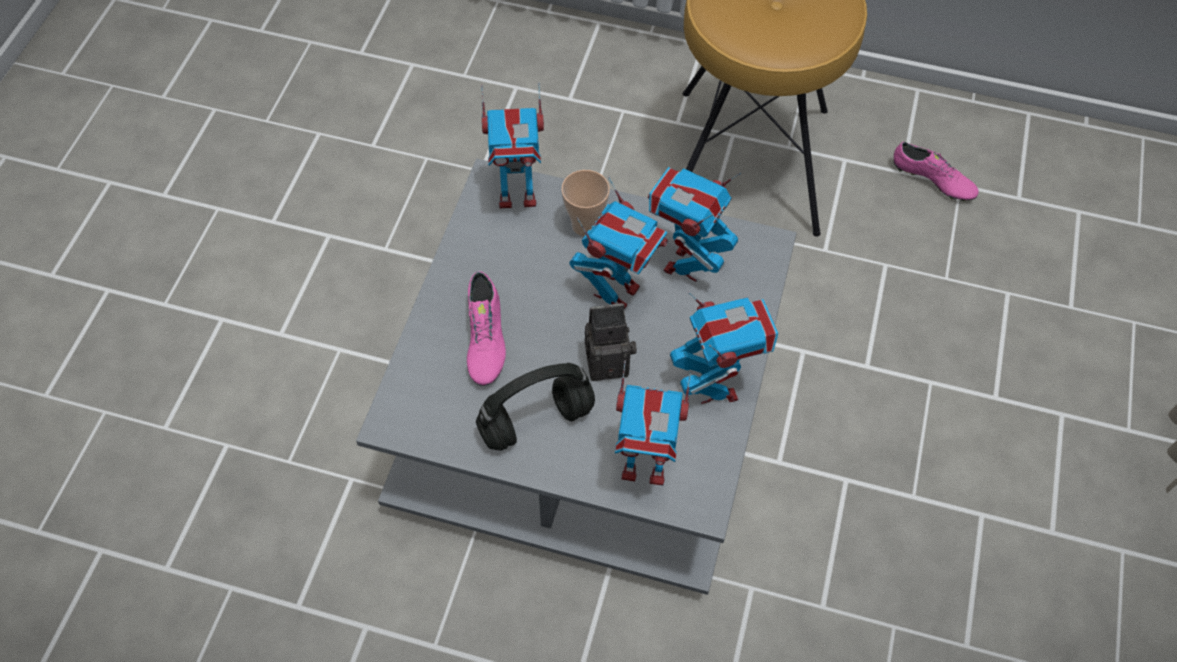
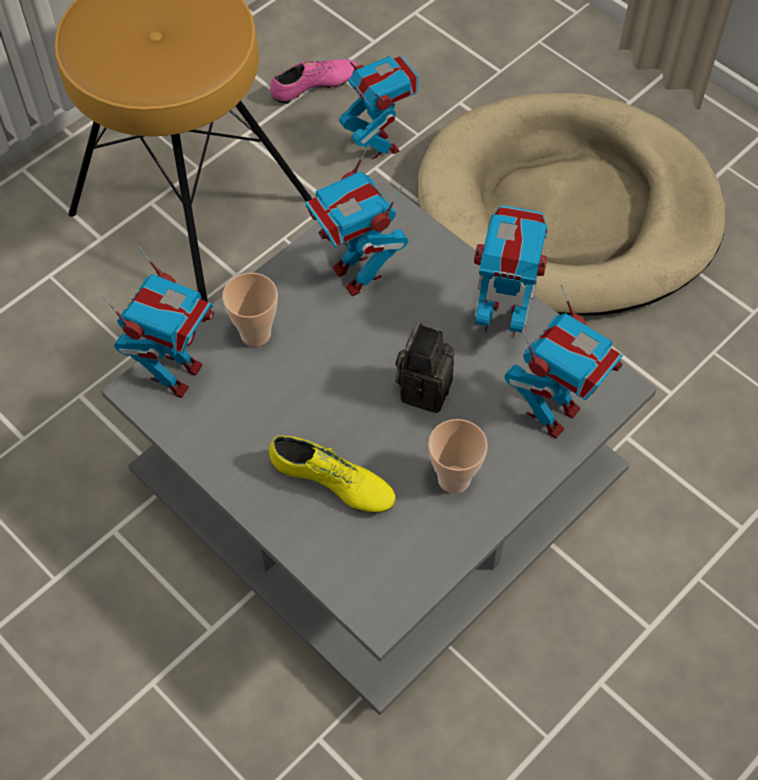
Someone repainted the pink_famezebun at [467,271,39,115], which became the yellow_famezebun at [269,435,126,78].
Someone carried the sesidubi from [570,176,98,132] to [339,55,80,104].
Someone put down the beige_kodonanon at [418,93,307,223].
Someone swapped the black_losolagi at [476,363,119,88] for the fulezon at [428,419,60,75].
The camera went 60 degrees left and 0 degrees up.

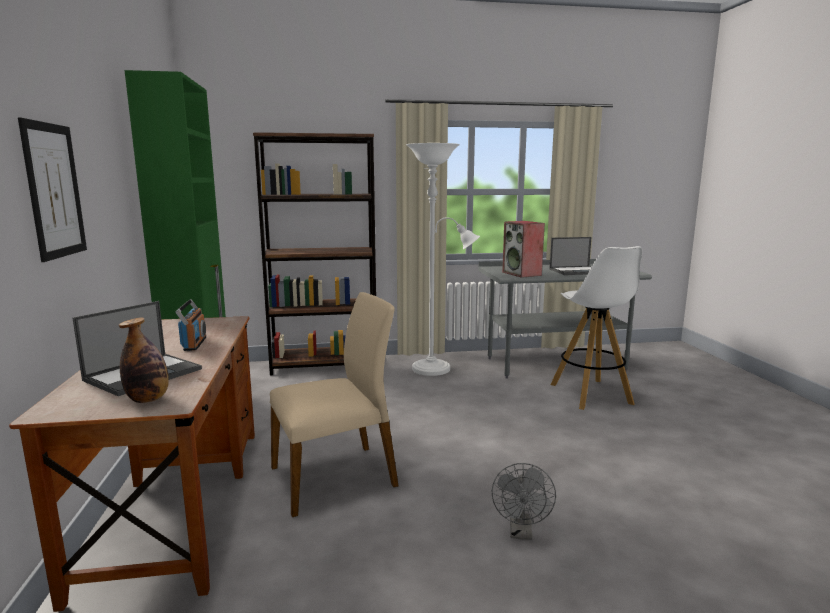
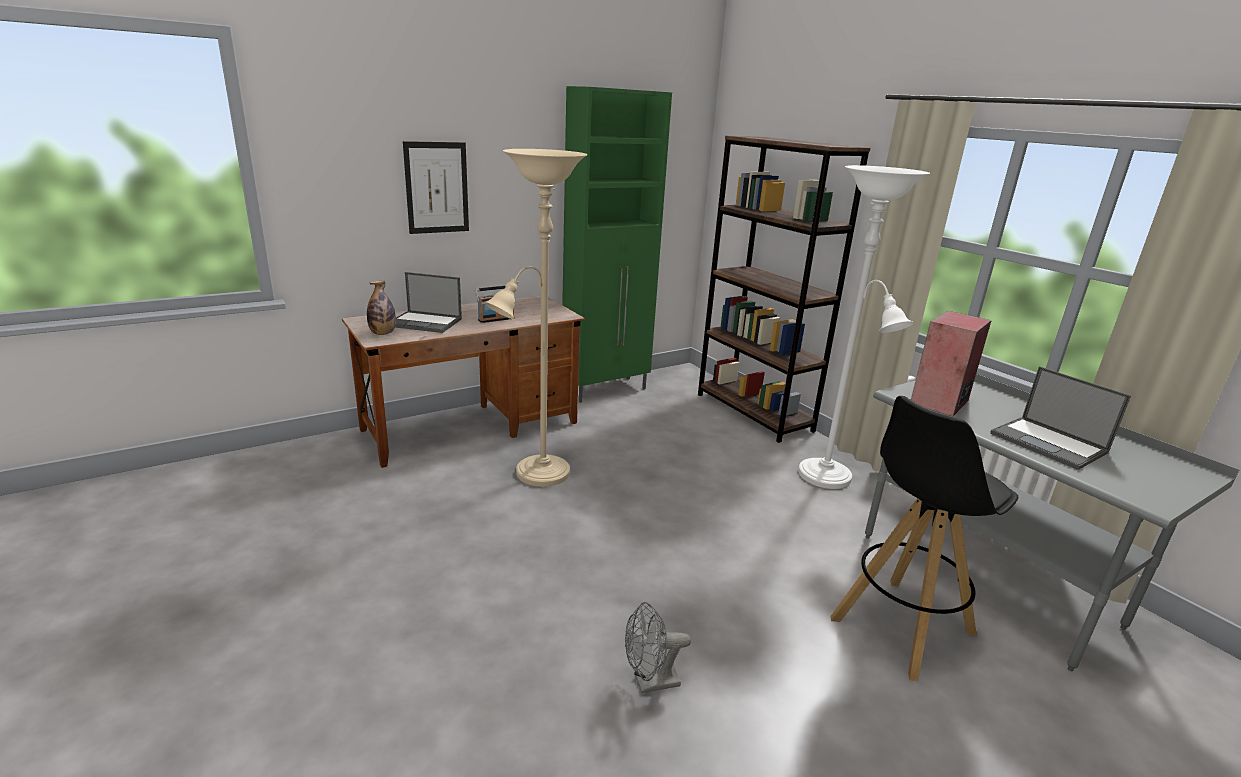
Someone swapped the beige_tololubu at [270,292,129,225] for the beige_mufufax at [484,149,104,338].
Someone carried the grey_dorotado from [492,463,64,77] to [625,602,66,91].
Someone repainted the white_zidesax at [550,246,92,164], which became the black_zidesax at [830,396,188,285].
The camera went 65 degrees right and 10 degrees up.

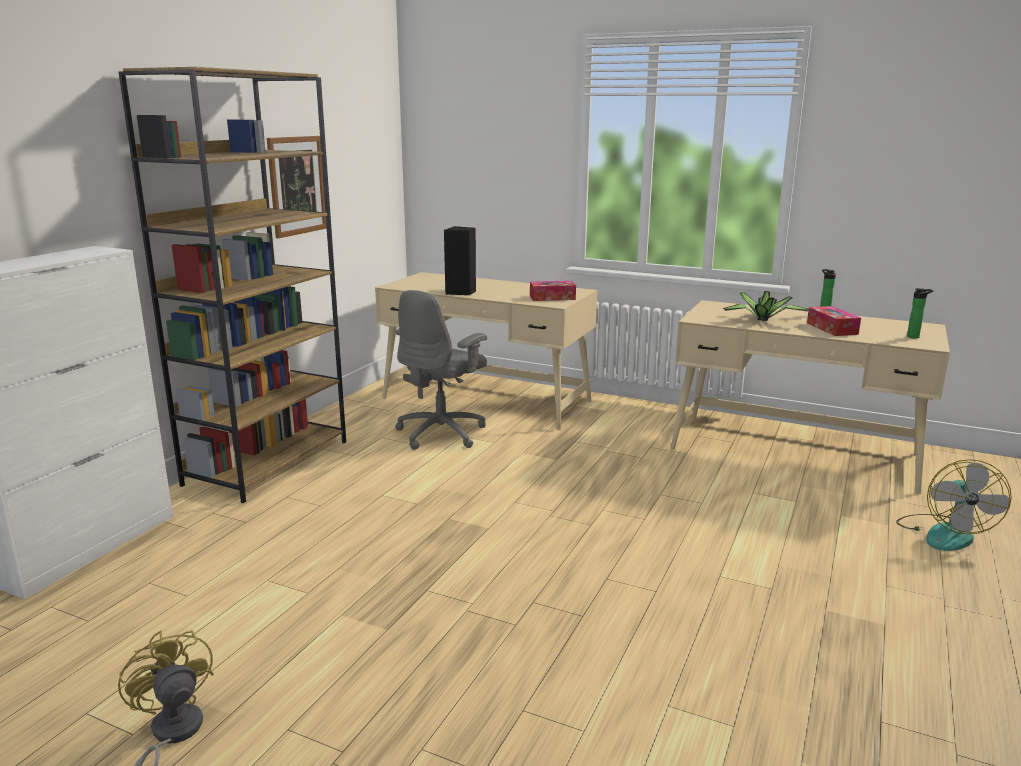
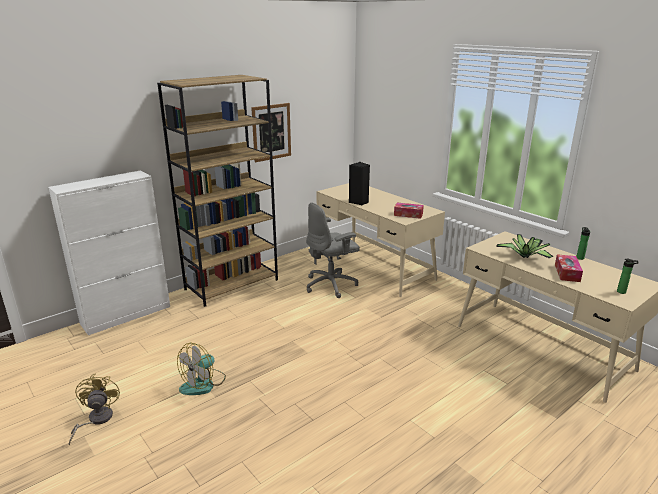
Someone carried the dorotado from [896,459,116,92] to [177,343,49,52].
The camera went 25 degrees right and 5 degrees up.

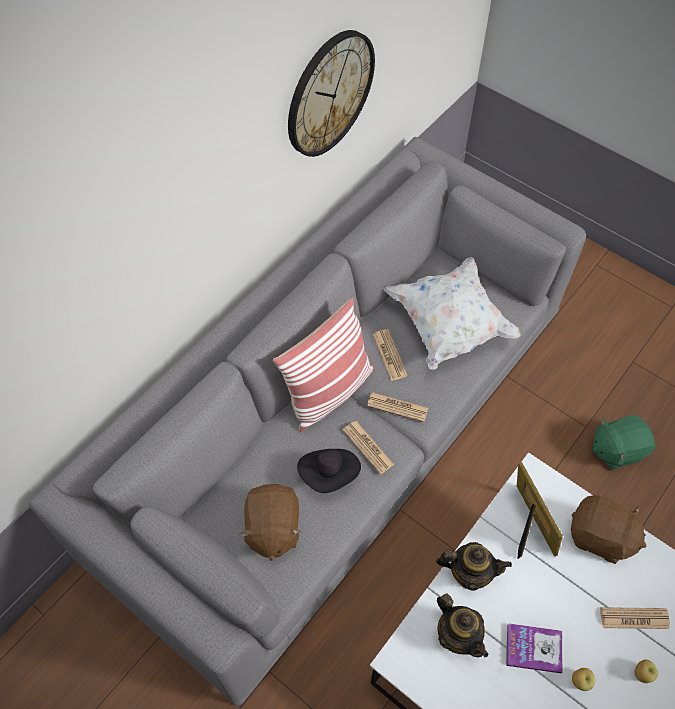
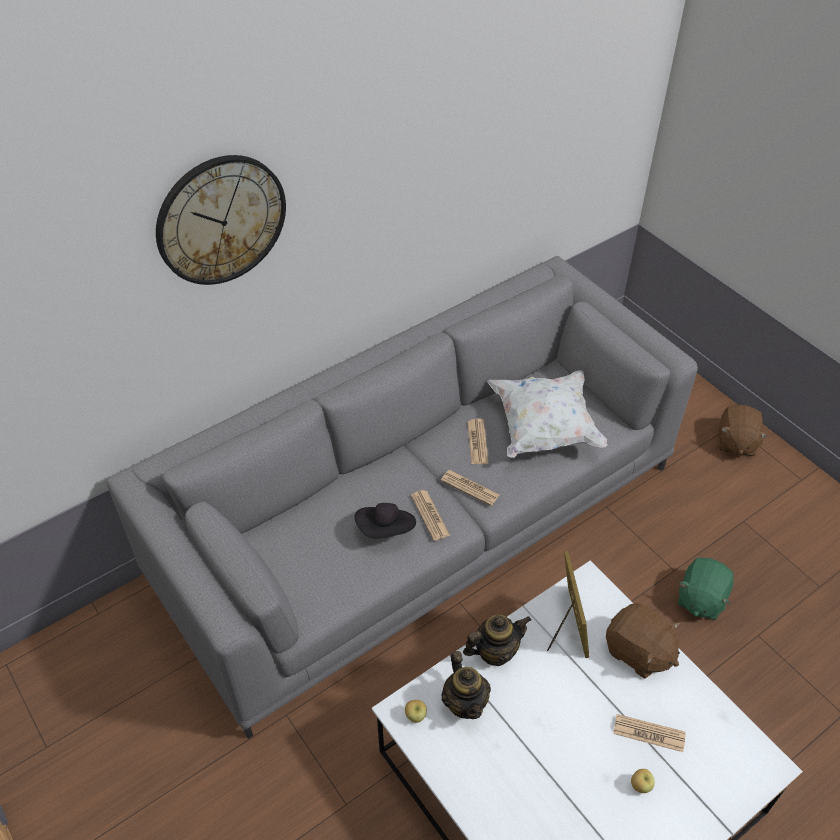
Someone carried the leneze from [288,30,87,127] to [156,155,130,130].
Someone carried the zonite from [572,668,23,23] to [405,700,22,23].
Someone rotated the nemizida at [436,542,76,49] by 45 degrees counterclockwise.
Someone rotated the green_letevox at [592,415,63,55] by 60 degrees counterclockwise.
Someone carried the brown_letevox from [240,484,61,77] to [719,405,49,51].
Someone took away the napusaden at [273,298,101,134].
Someone took away the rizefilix at [506,623,56,50].
The camera went 15 degrees right and 10 degrees down.

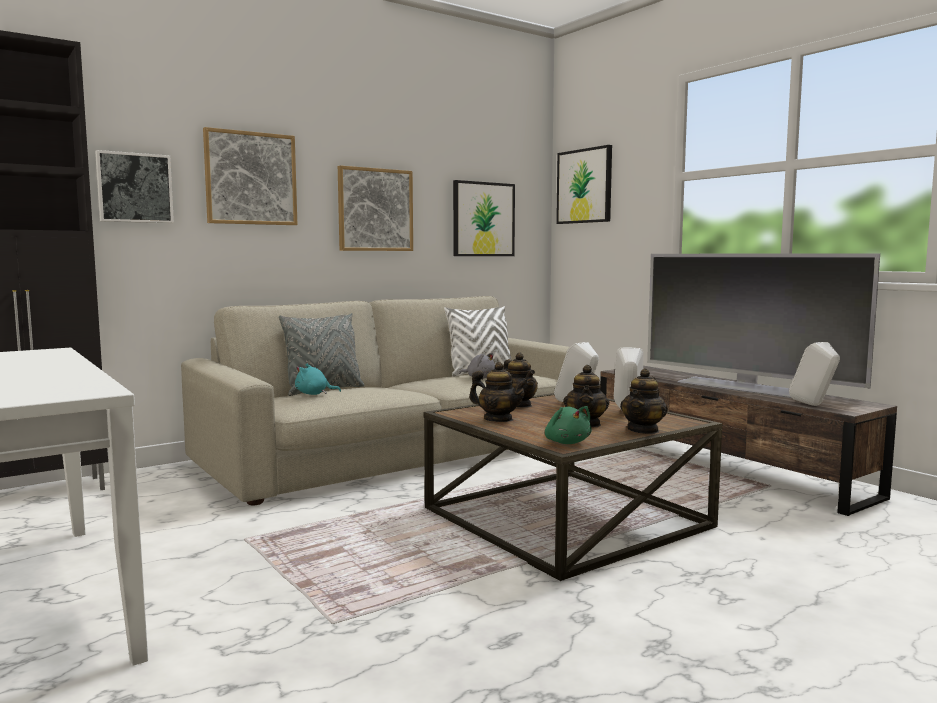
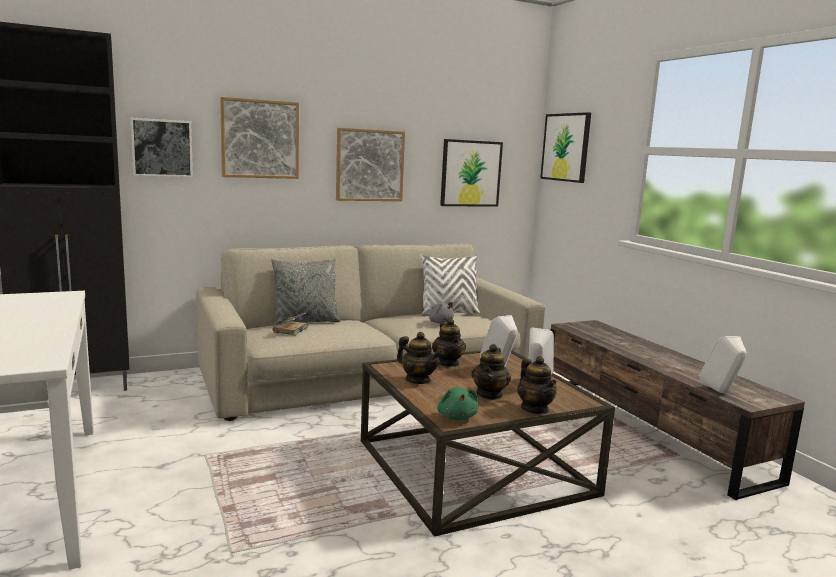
Someone swapped the turquoise_letevox at [295,364,46,31] for the rizefilix at [272,312,36,23].
Someone rotated the nemizida at [620,368,48,66] by 60 degrees counterclockwise.
Someone took away the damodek at [647,253,233,145].
The camera went 10 degrees right and 5 degrees up.

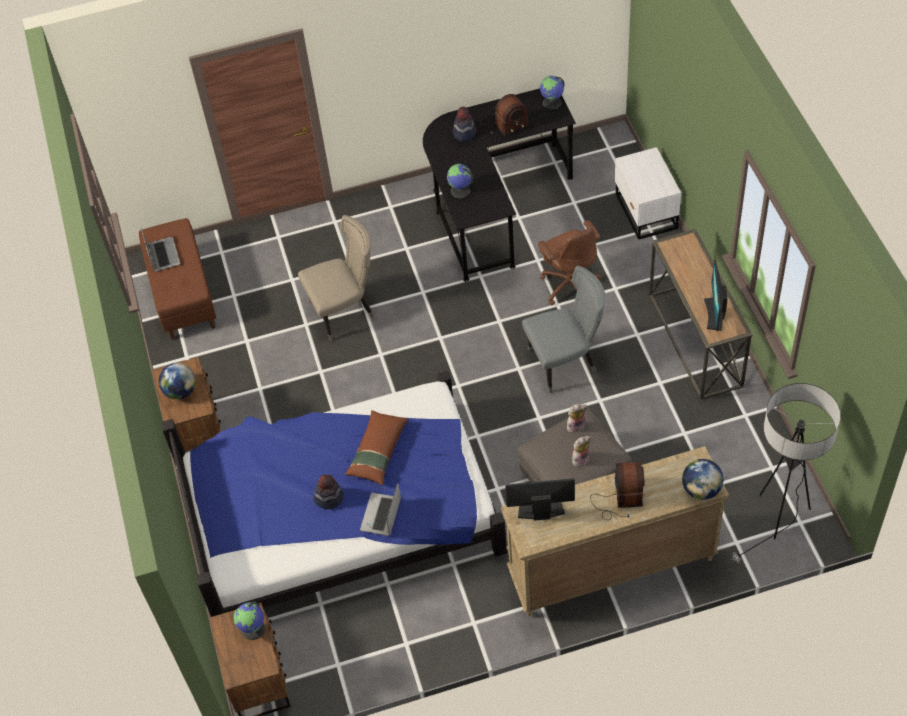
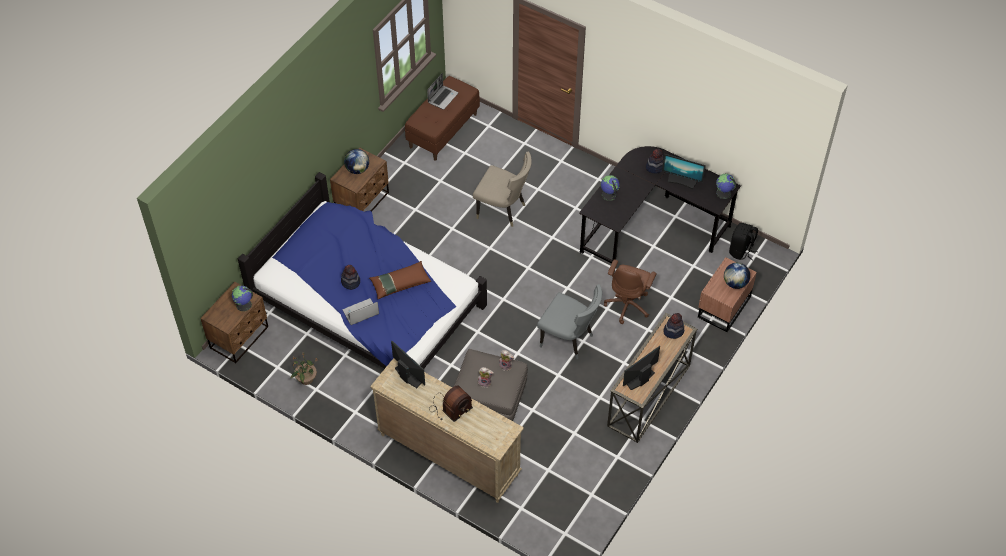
Someone put down the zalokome at [290,353,28,32].
Someone swapped the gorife at [480,94,49,43] for the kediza at [662,154,44,35].
Someone put down the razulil at [663,313,21,26].
Someone repainted the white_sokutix at [615,147,66,93], which became the brown_sokutix at [698,257,59,75].
Someone carried the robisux from [682,459,41,41] to [724,263,26,26].
Someone put down the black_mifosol at [729,223,29,38].
Someone took away the mufufax at [731,383,110,180].
The camera went 45 degrees right and 0 degrees up.

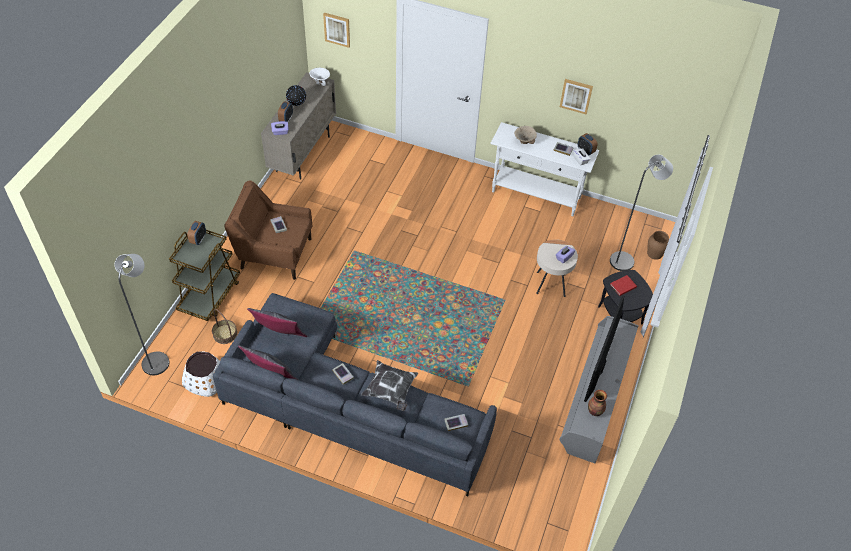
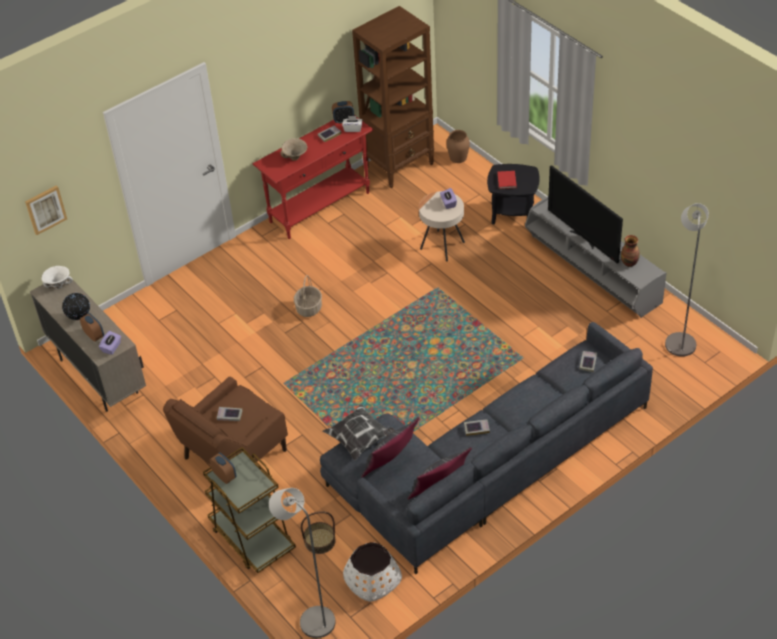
Someone repainted the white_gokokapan at [490,122,109,94], which became the red_gokokapan at [253,115,120,124].
Someone put down the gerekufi at [294,275,28,42].
Someone carried the napusaden from [361,360,57,51] to [323,404,73,57].
Someone put down the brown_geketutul at [352,6,82,182].
Someone carried the grey_mufufax from [610,155,63,116] to [665,203,44,154].
Someone took away the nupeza at [560,79,33,35].
The camera went 55 degrees left and 5 degrees down.

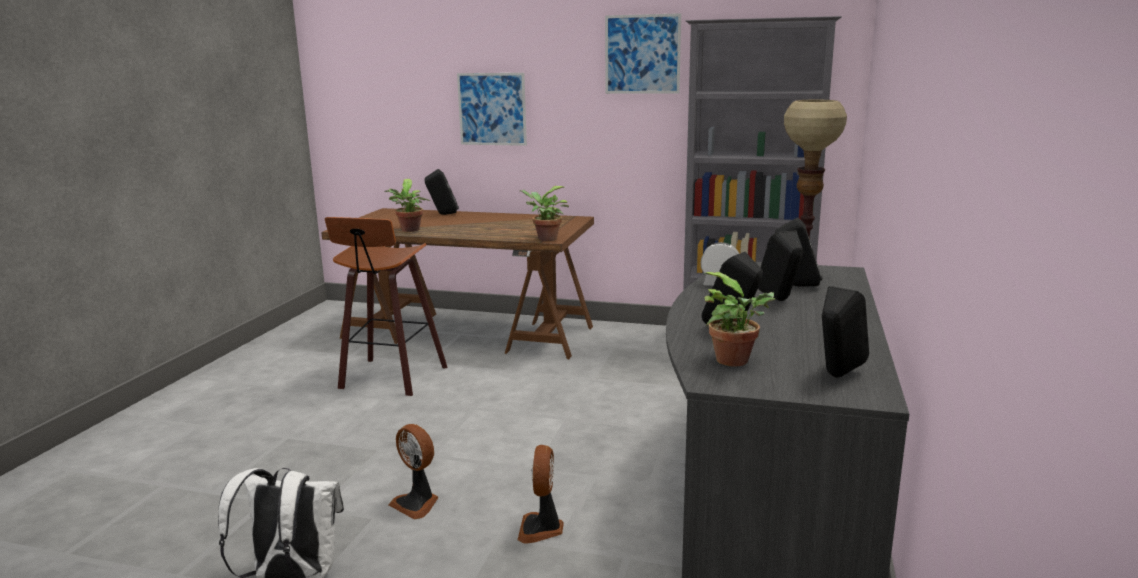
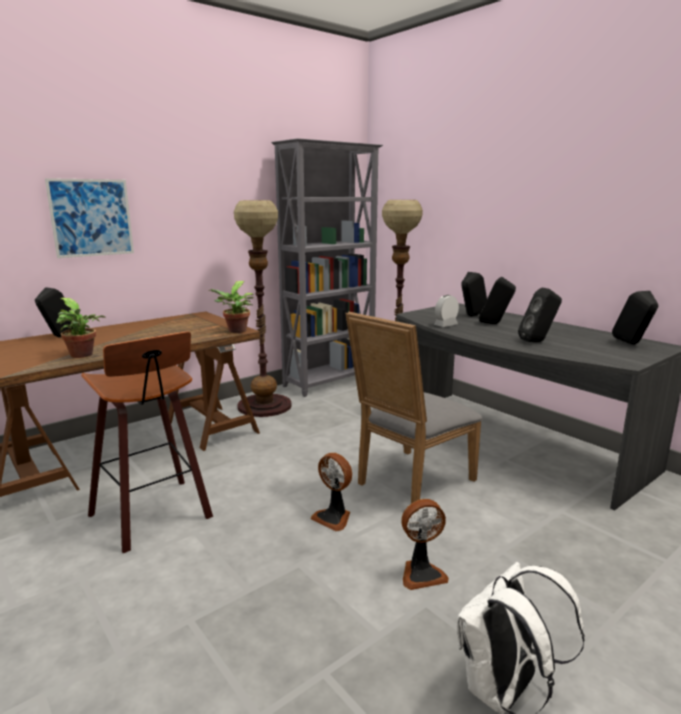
Someone put down the mufufax at [234,200,58,217].
Someone carried the dorotado from [518,445,46,99] to [310,453,42,78].
Someone put down the grey_tololubu at [345,311,137,202].
Someone took away the nupeza at [605,13,76,81].
Someone took away the zalokome at [704,272,71,95].
The camera went 55 degrees left and 0 degrees up.

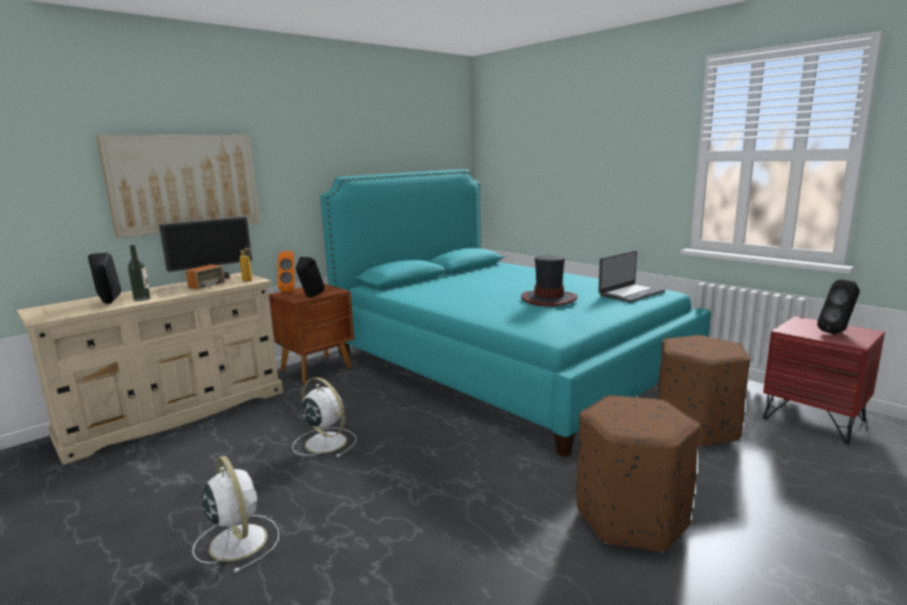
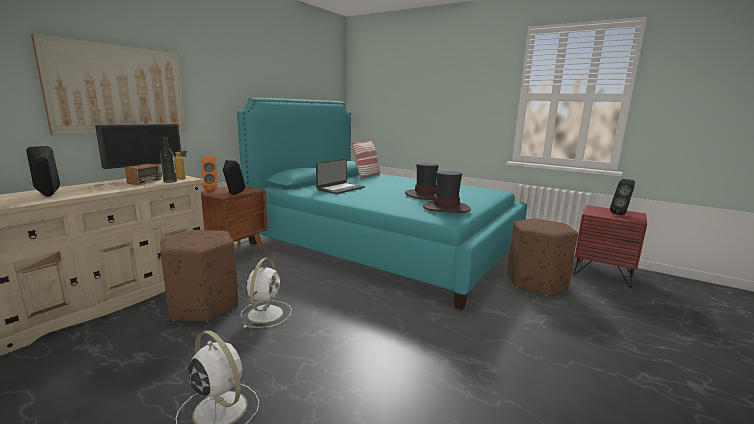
Someone carried the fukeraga from [128,245,23,56] to [160,137,17,46].
Someone carried the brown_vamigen from [576,395,124,158] to [160,230,78,92].
Someone rotated the white_dorotado at [292,377,64,80] by 75 degrees clockwise.
Someone carried the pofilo from [598,251,67,51] to [316,159,49,35].
Someone put down the napusaden at [351,140,29,38].
Someone put down the razulil at [423,171,48,42].
The camera went 15 degrees left and 0 degrees up.

